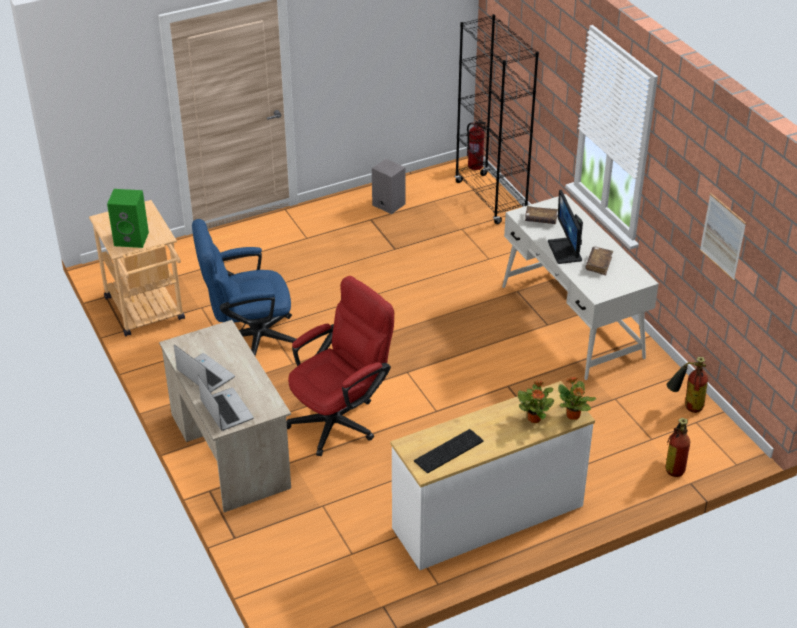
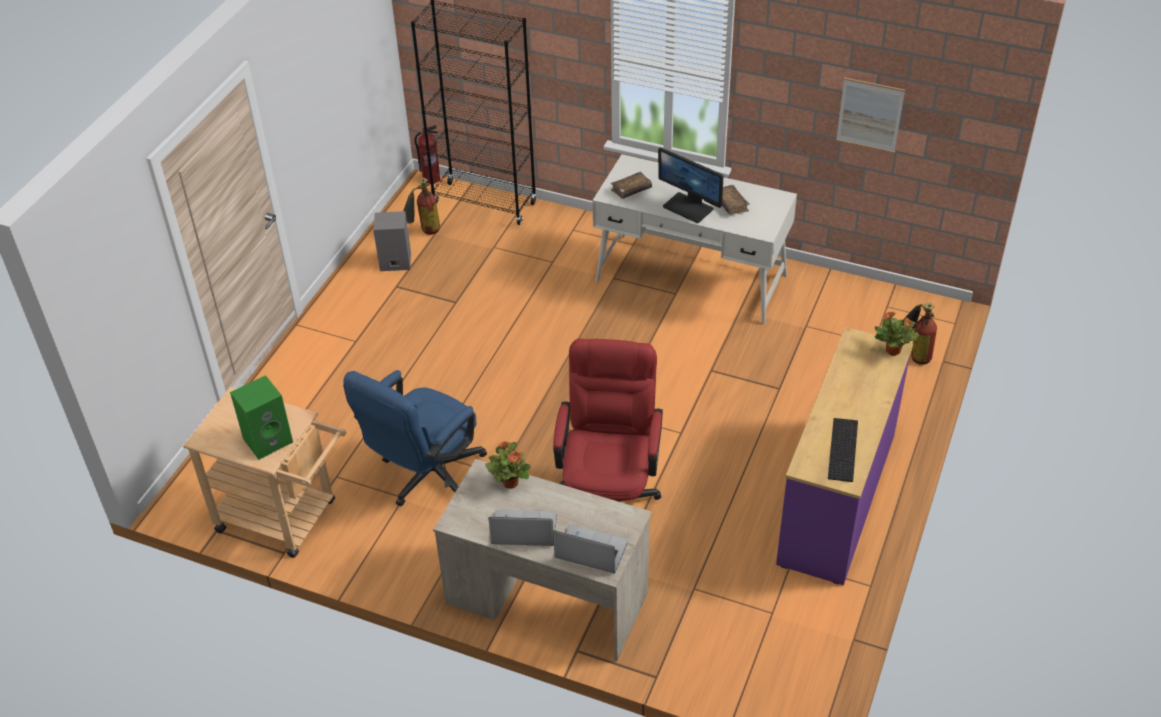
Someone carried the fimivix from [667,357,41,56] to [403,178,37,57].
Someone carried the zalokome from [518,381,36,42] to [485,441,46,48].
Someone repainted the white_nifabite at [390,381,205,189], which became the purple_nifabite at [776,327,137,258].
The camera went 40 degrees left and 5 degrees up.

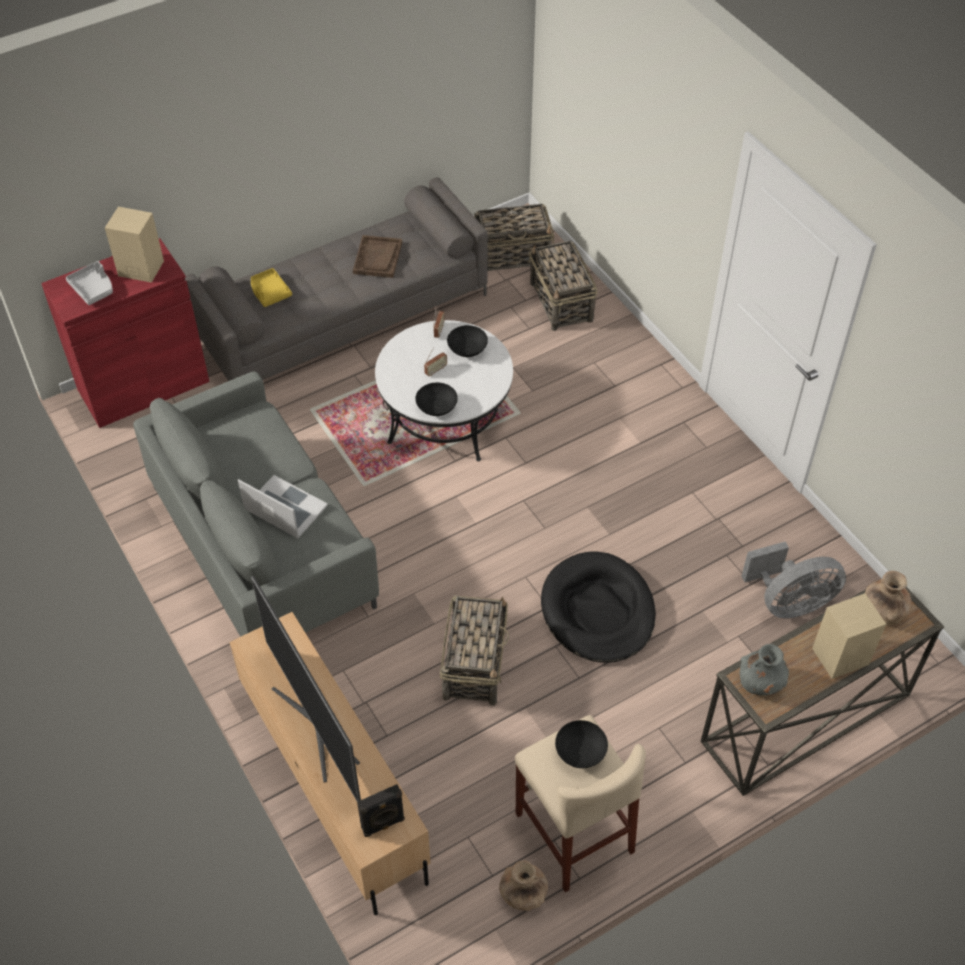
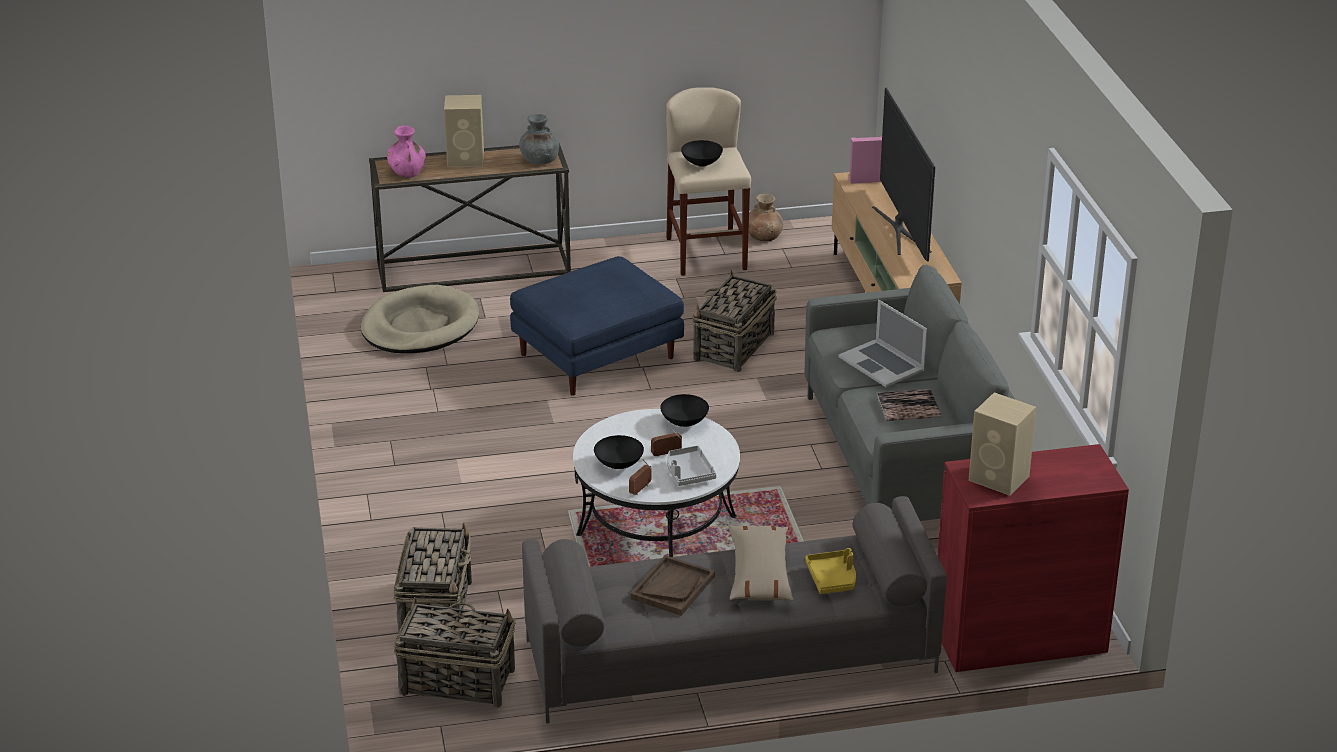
Someone swapped the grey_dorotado at [741,541,105,77] for the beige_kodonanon at [361,285,118,68].
Someone repainted the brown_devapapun at [865,571,46,53], which became the pink_devapapun at [387,126,39,52].
Someone swapped the black_kodonanon at [541,552,115,111] for the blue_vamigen at [510,256,174,140].
Someone carried the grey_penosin from [66,261,47,44] to [667,445,50,41].
Someone put down the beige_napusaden at [728,525,65,75].
Someone repainted the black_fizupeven at [357,784,48,53], which became the pink_fizupeven at [849,136,33,48].
Someone put down the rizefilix at [877,389,64,32].
The camera went 160 degrees left and 20 degrees down.

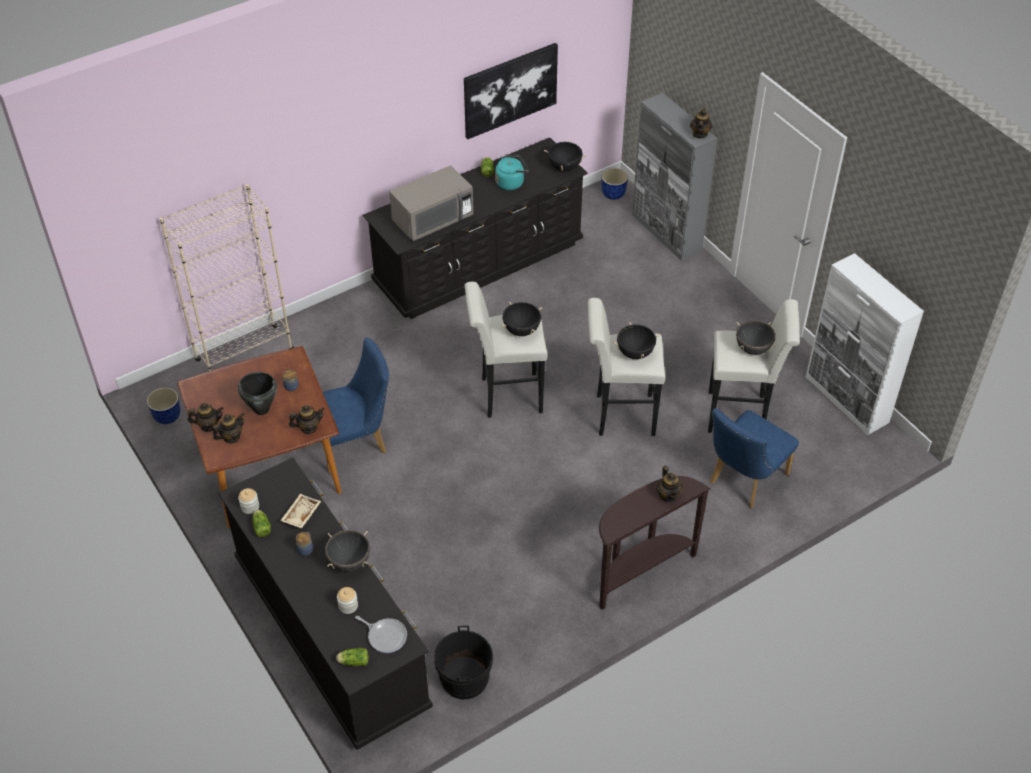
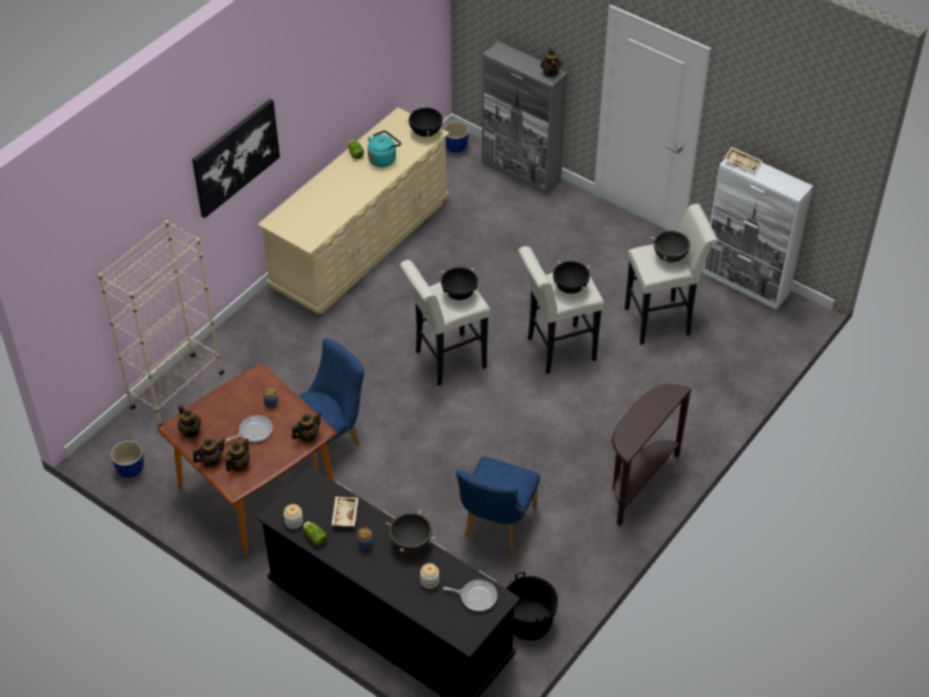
Someone carried the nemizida from [657,466,26,37] to [178,405,23,32].
Someone carried the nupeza from [464,43,94,96] to [192,99,88,119].
Someone swapped the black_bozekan at [238,372,39,43] for the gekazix at [225,415,48,28].
Someone repainted the black_nifabite at [363,138,225,181], which became the beige_nifabite at [258,107,191,207].
Someone carried the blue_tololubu from [710,408,89,101] to [456,456,84,96].
Someone put down the beige_penosin at [724,147,38,26].
Someone took away the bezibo at [336,647,33,19].
Someone took away the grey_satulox at [389,165,84,76].
The camera went 20 degrees left and 0 degrees up.

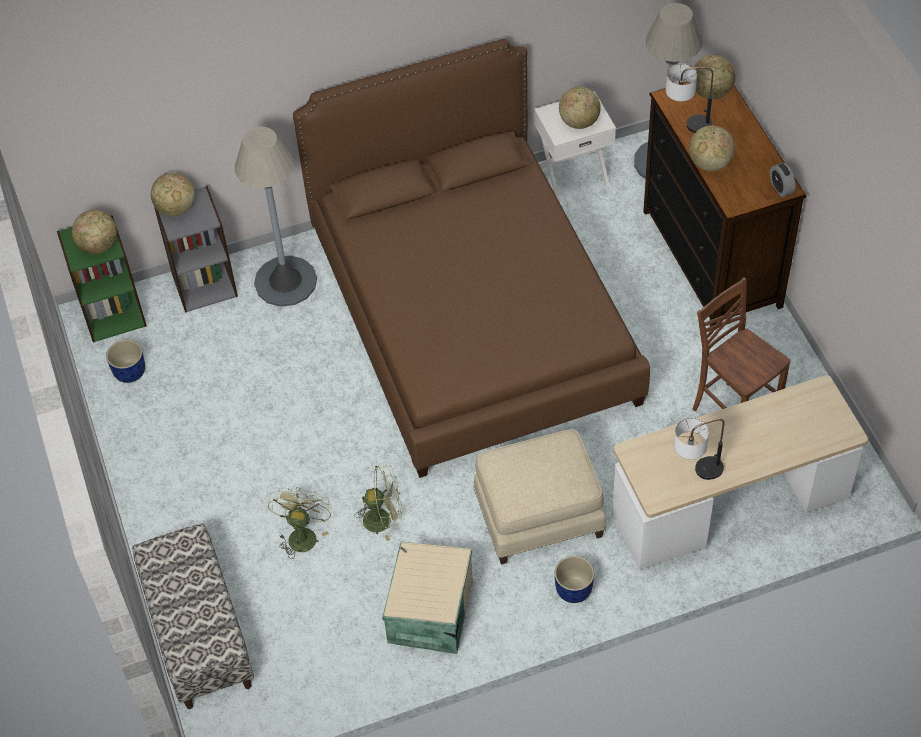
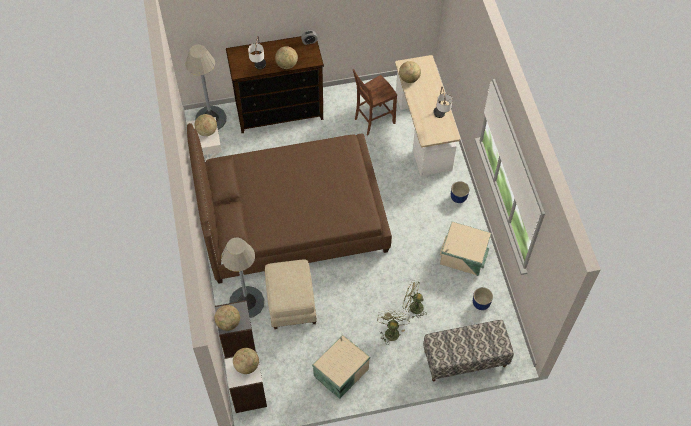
Someone repainted the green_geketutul at [57,215,90,127], which became the white_geketutul at [224,352,43,61].
Someone carried the beige_vamigen from [474,429,132,135] to [265,260,52,69].
Someone put down the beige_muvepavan at [312,335,58,64].
Someone carried the green_dorotado from [354,465,48,76] to [377,310,33,35].
Someone carried the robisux from [694,55,41,44] to [399,61,22,22].
Someone carried the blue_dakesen from [106,340,39,43] to [473,287,20,23].
The camera went 85 degrees left and 5 degrees up.

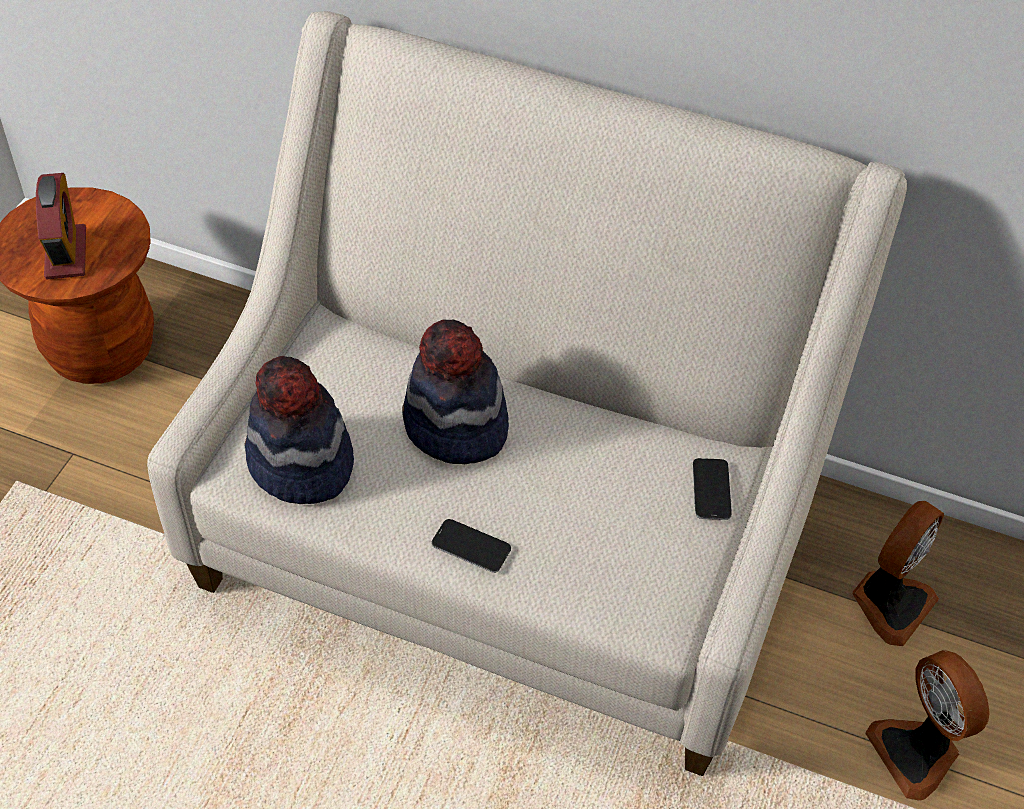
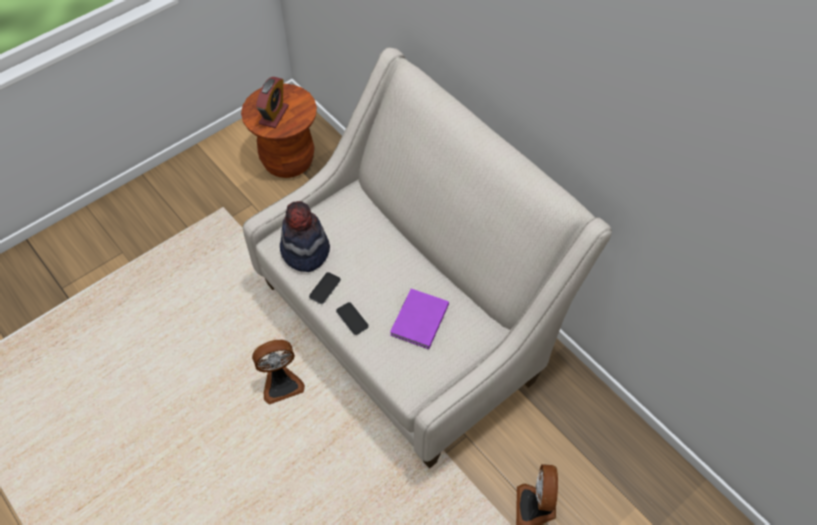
Someone carried the dorotado from [852,501,92,145] to [252,340,53,65].
Someone carried the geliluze from [693,458,39,62] to [309,272,32,32].
Someone put down the purple_rizefilix at [390,289,59,60].
Someone took away the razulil at [402,319,107,145].
The camera went 30 degrees right and 5 degrees up.

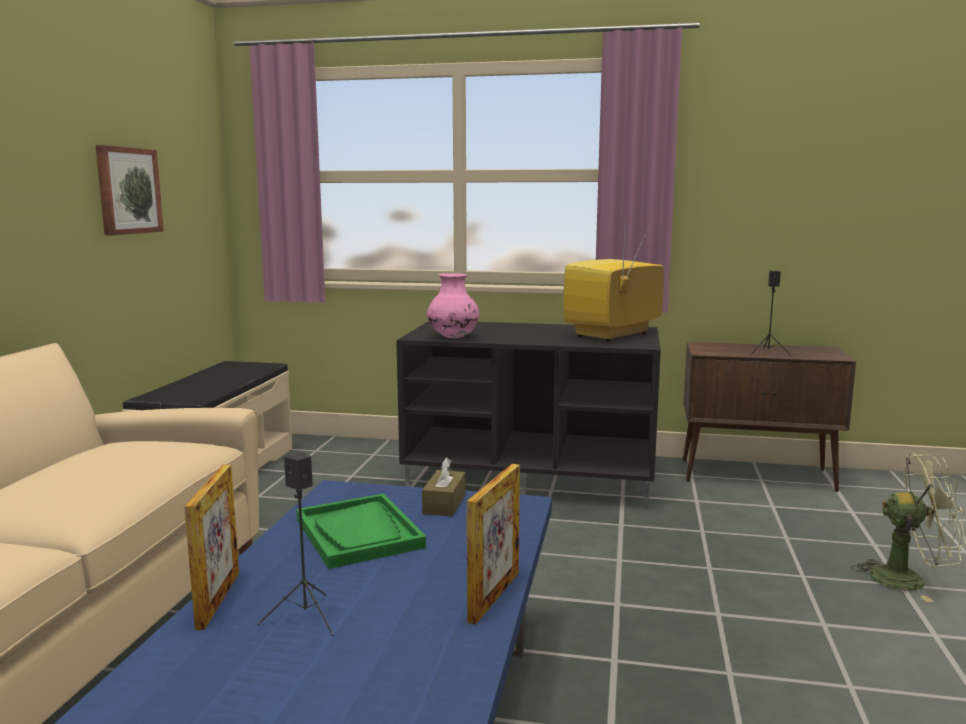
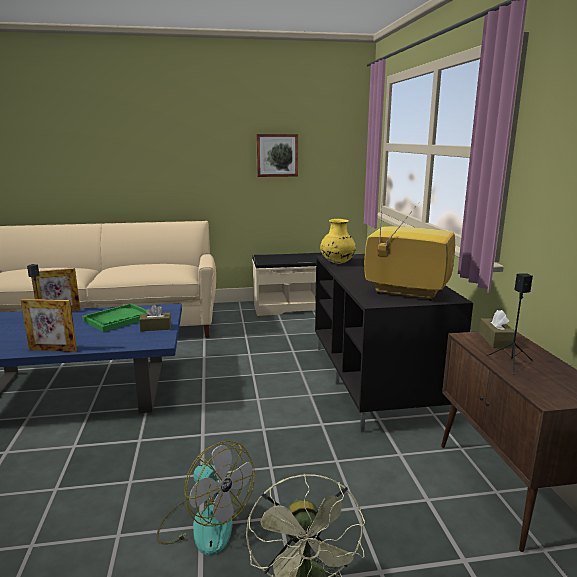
Someone put down the dorotado at [156,441,99,115].
Someone repainted the pink_devapapun at [427,273,52,65], which became the yellow_devapapun at [320,219,36,45].
Someone put down the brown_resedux at [479,310,36,38].
The camera went 70 degrees right and 5 degrees up.

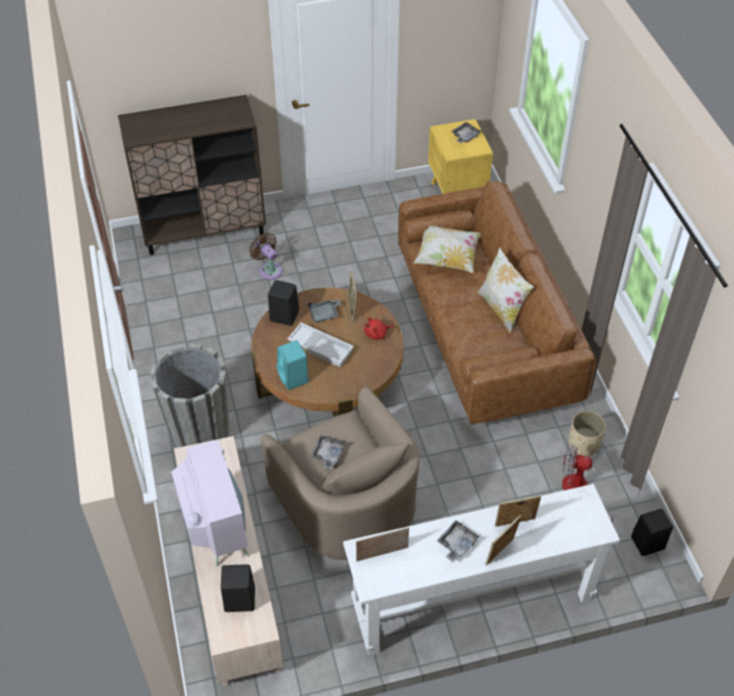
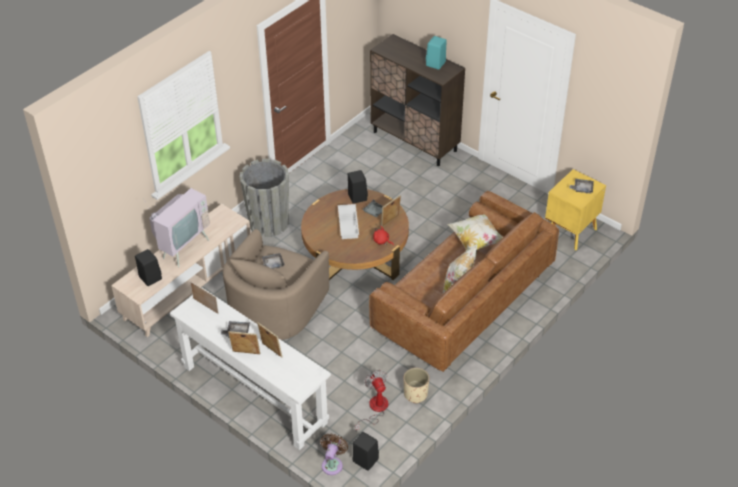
Someone carried the brown_dorotado from [249,233,33,47] to [320,433,28,42].
Someone carried the turquoise_fizupeven from [277,340,32,50] to [426,36,21,34].
The camera went 55 degrees right and 5 degrees down.

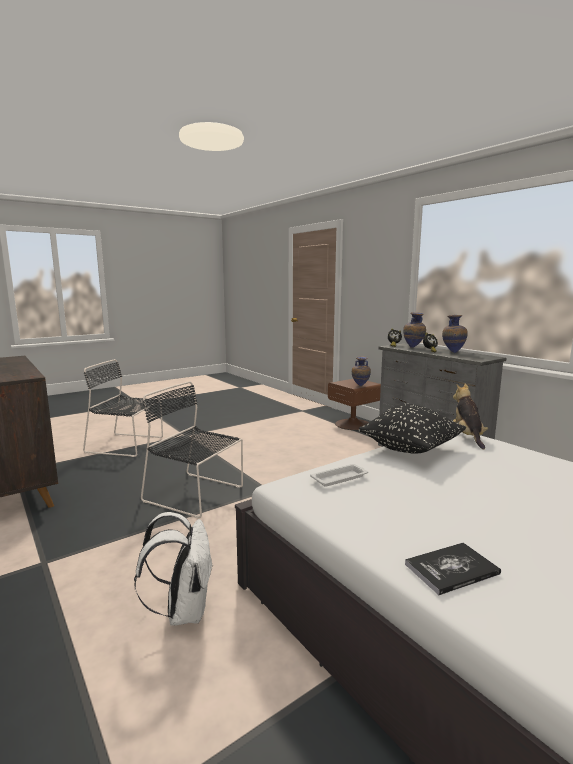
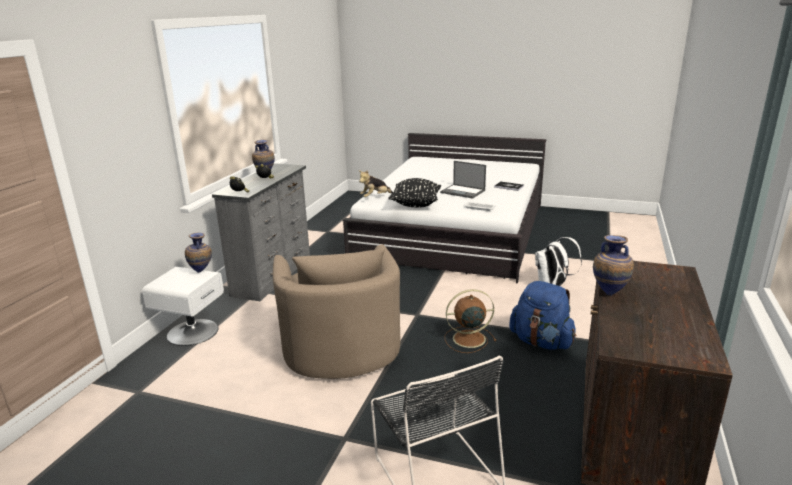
Someone repainted the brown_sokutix at [328,379,53,51], which became the white_sokutix at [142,267,82,79].
Someone put down the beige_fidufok at [273,244,128,135].
Someone put down the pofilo at [440,161,46,38].
Someone swapped the black_tololubu at [141,381,102,137] for the brown_dorotado at [445,289,51,64].
Someone put down the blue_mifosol at [509,281,67,69].
Someone carried the devapapun from [403,312,23,36] to [593,235,41,61].
The camera went 125 degrees left and 10 degrees up.

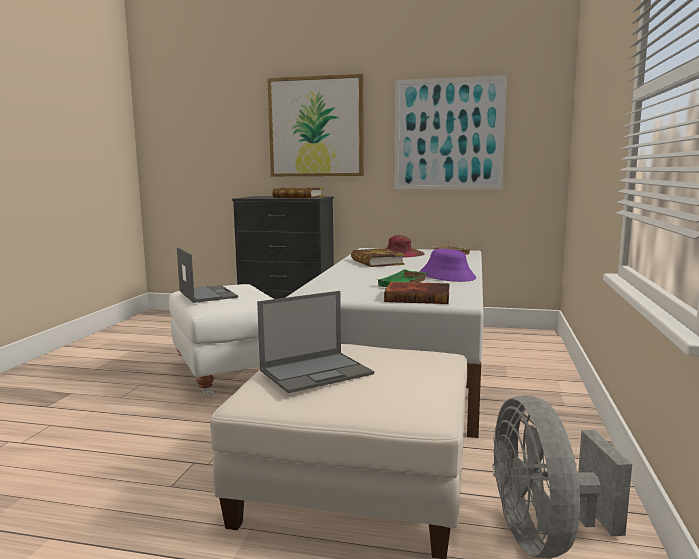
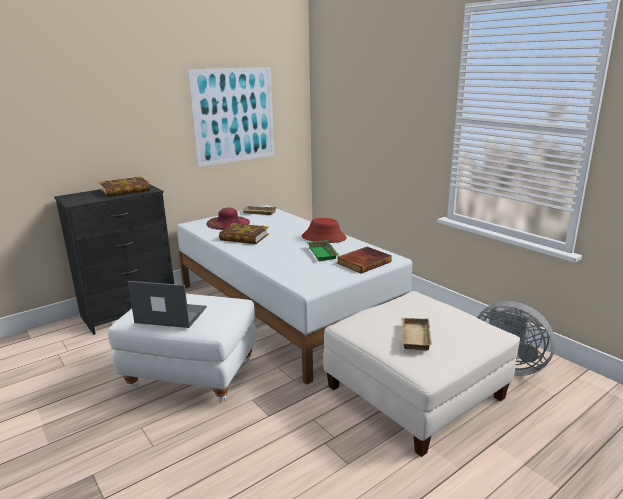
Someone repainted the purple_razulil at [420,249,56,33], which became the red_razulil at [302,218,45,25].
Someone swapped the pofilo at [257,291,117,102] for the beige_penosin at [401,318,31,32].
Someone took away the nupeza at [267,74,97,102].
The camera went 50 degrees left and 10 degrees up.

